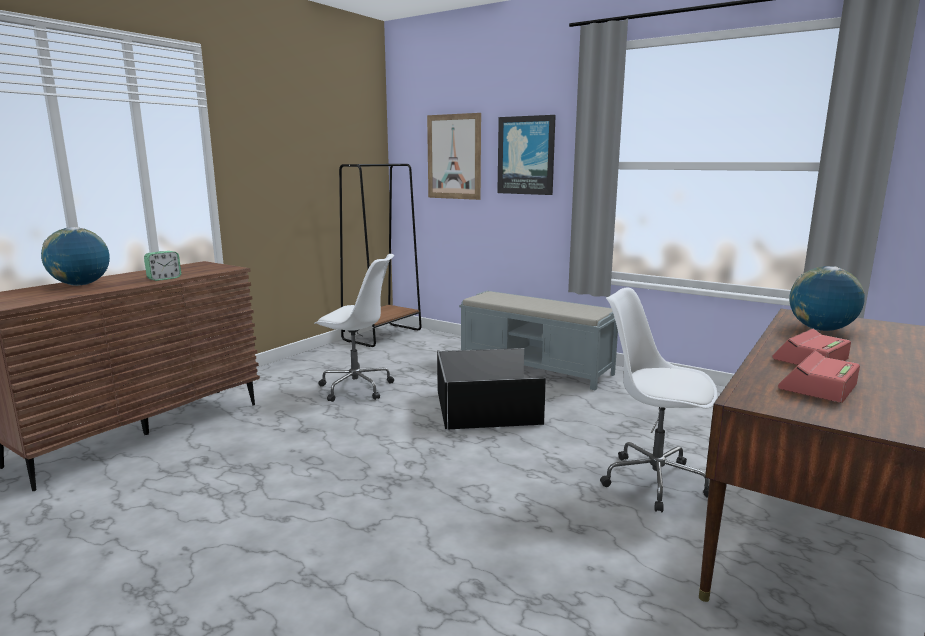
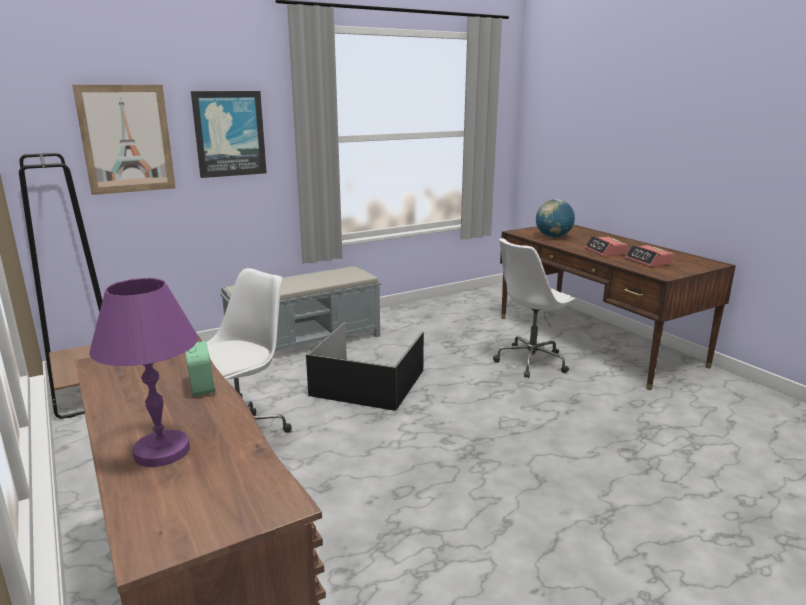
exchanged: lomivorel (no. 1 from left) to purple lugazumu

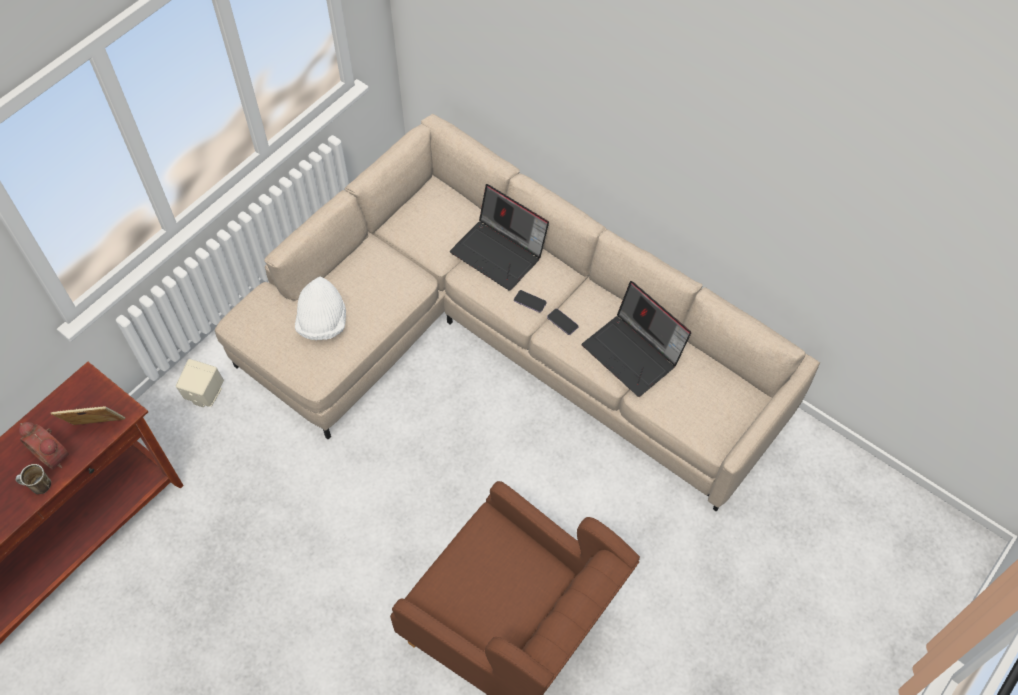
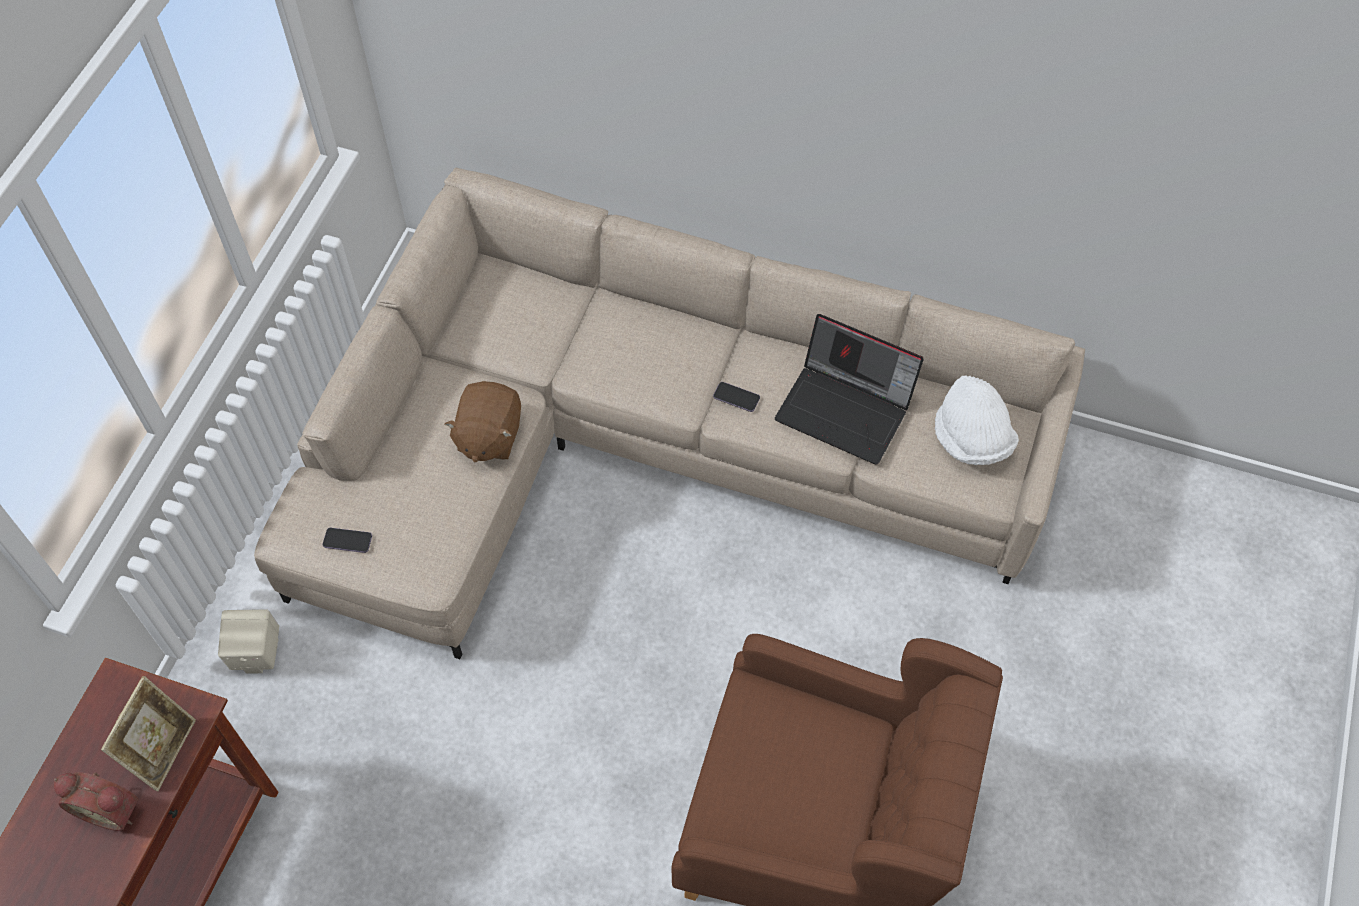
missing: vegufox; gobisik (no. 1 from left)
appeared: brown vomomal
relocated: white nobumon; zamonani (no. 1 from left)
spun: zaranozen 135 degrees clockwise

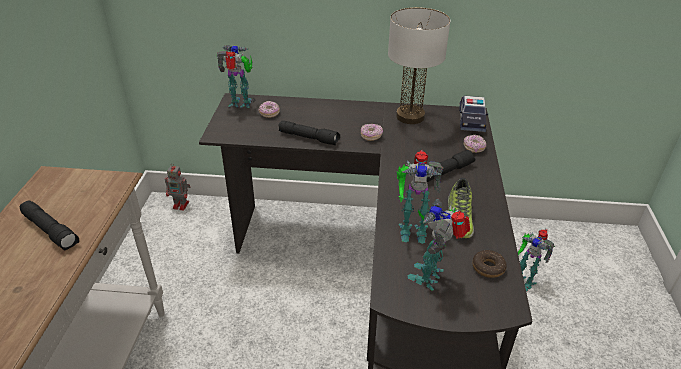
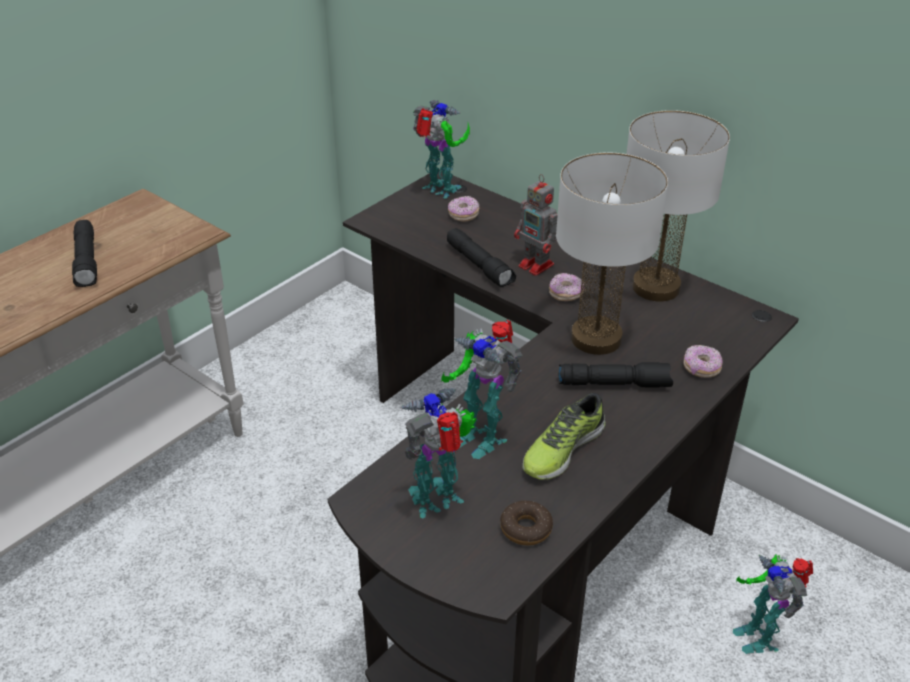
missing: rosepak
appeared: lugazumu (no. 1 from left)
relocated: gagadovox (no. 1 from left in the first image) to gagadovox (no. 4 from left)

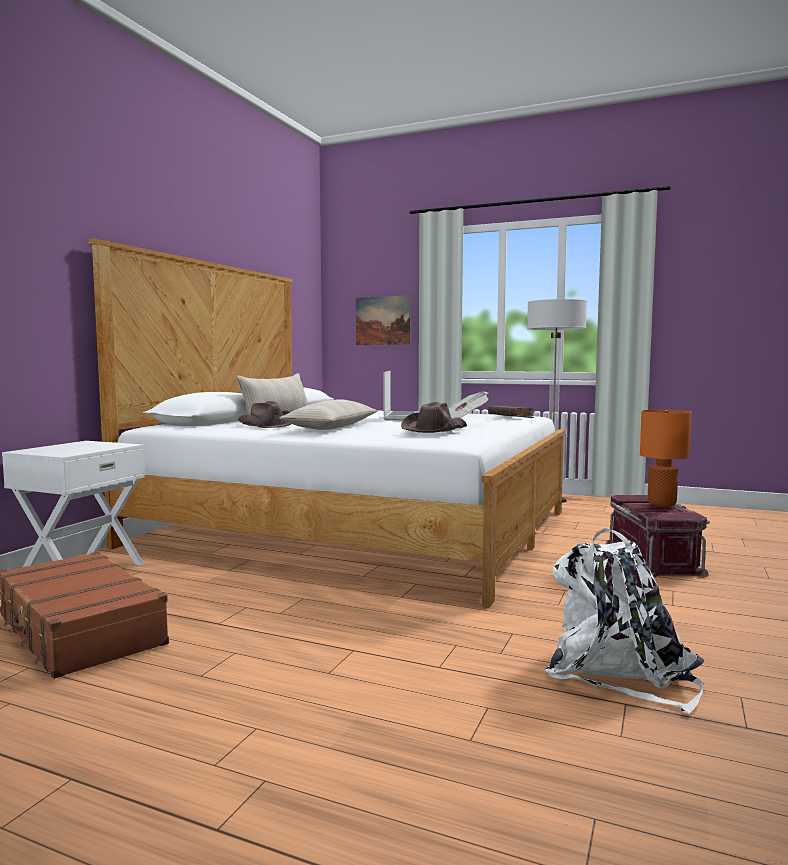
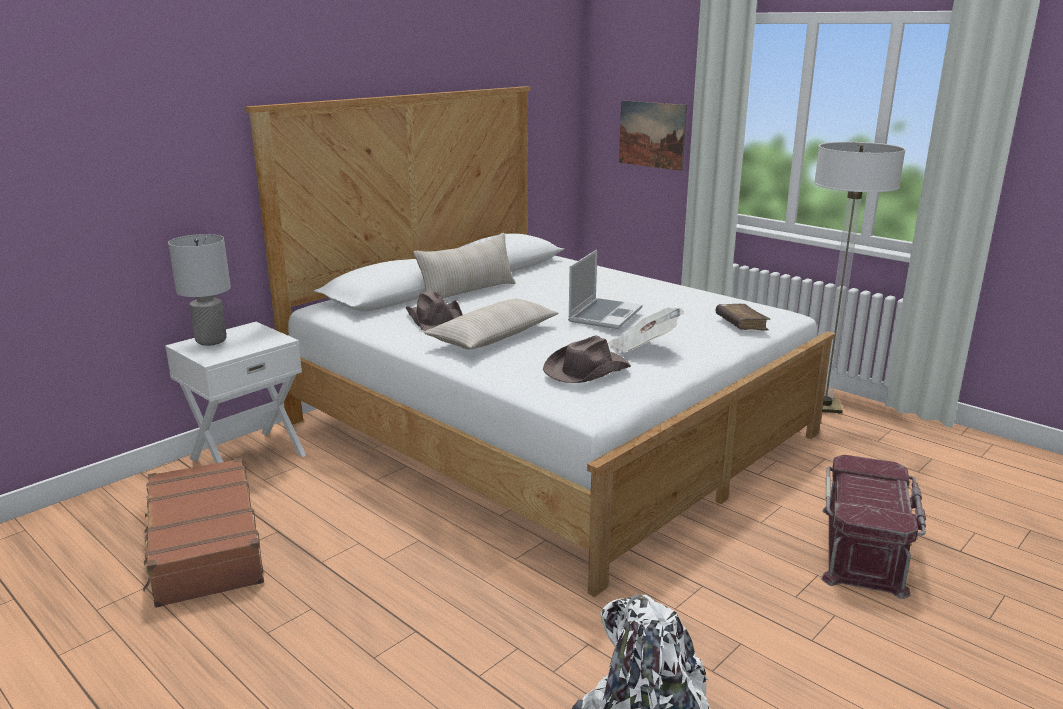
missing: orange lugazumu
appeared: grey lugazumu

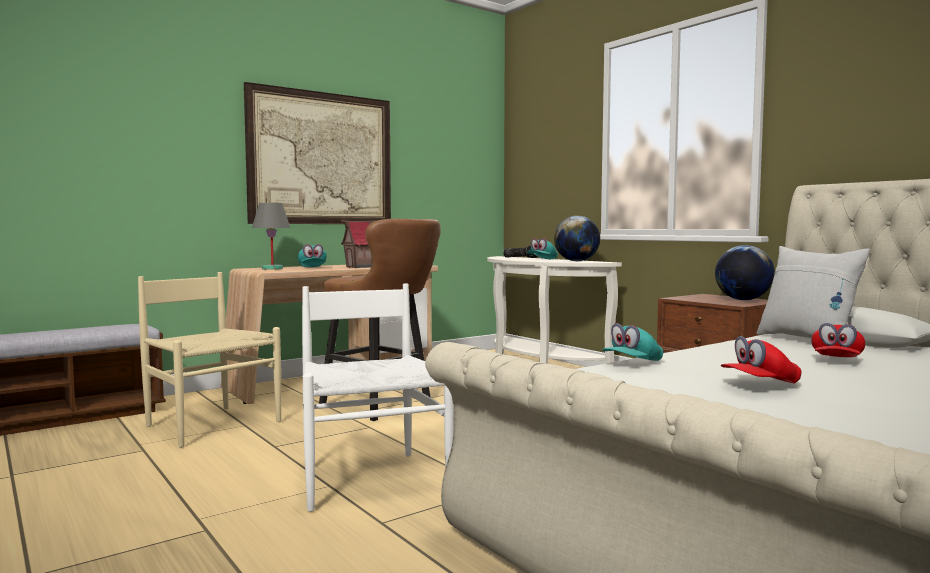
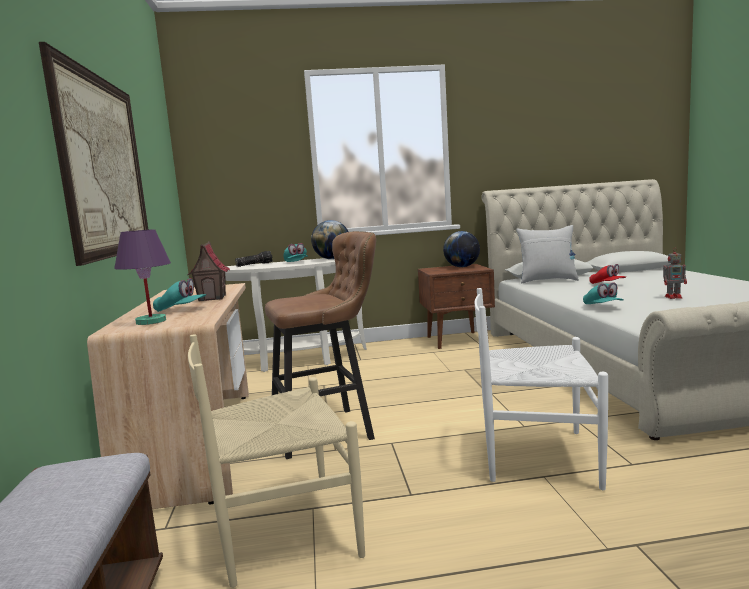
exchanged: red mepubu (no. 1 from left) to gagadovox
colour: grey lugazumu to purple lugazumu

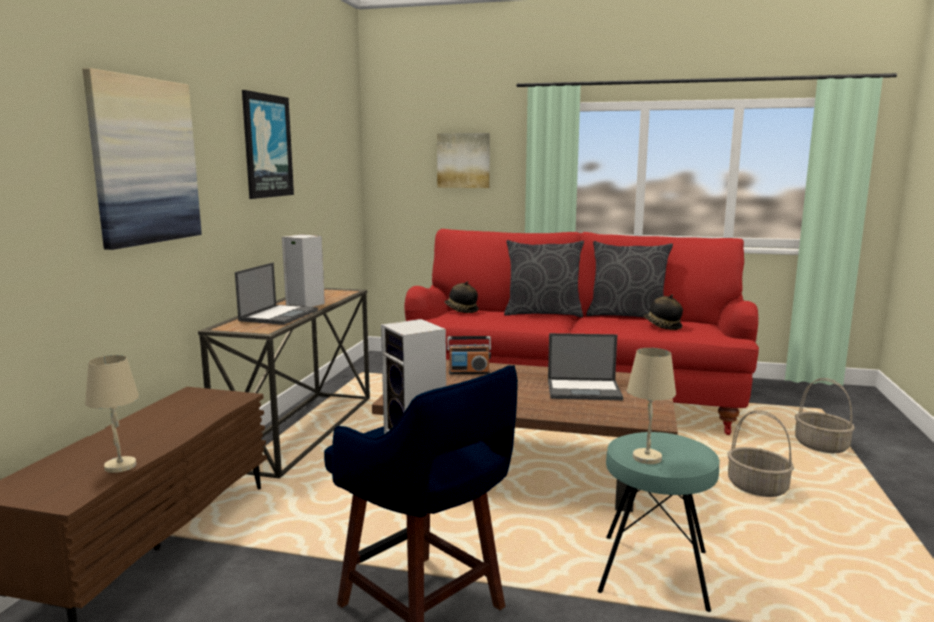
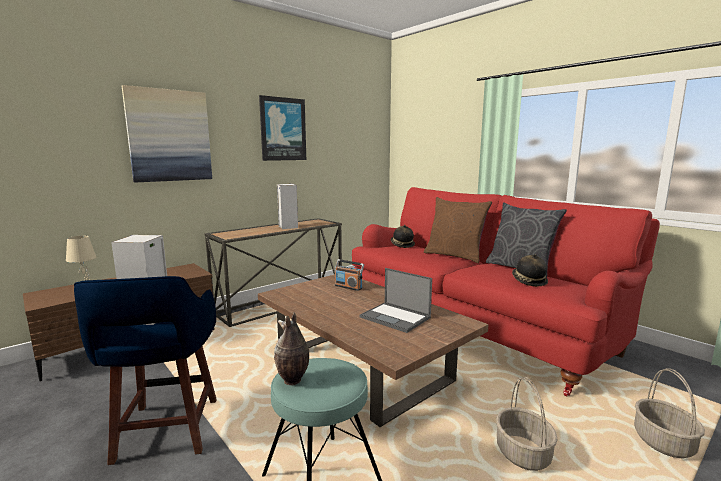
missing: gobisik (no. 1 from left); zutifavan (no. 3 from left)
exchanged: beige lugazumu (no. 2 from left) to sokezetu
colour: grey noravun (no. 1 from left) to brown noravun

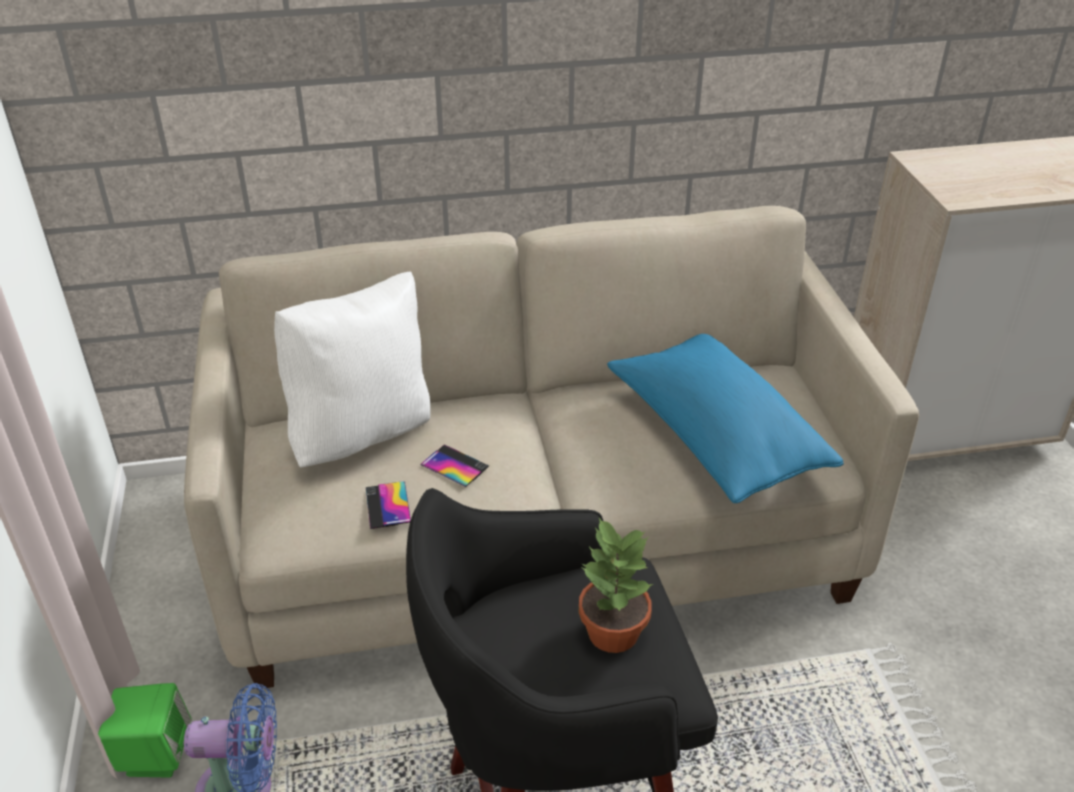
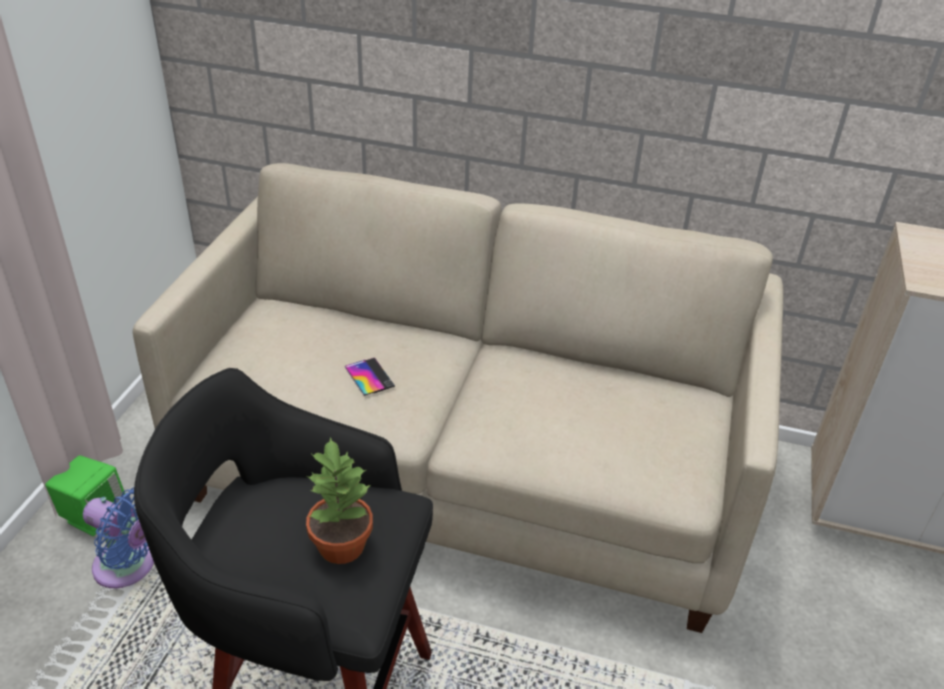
missing: white noravun; zamonani (no. 1 from left); blue noravun

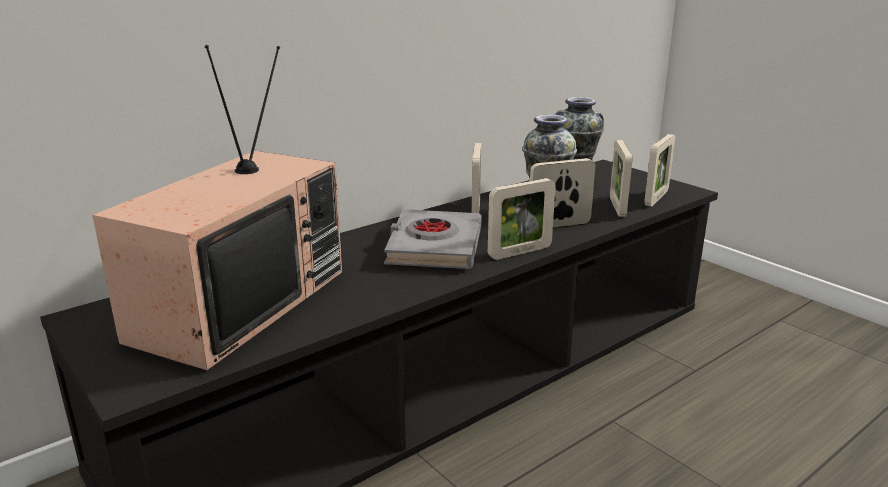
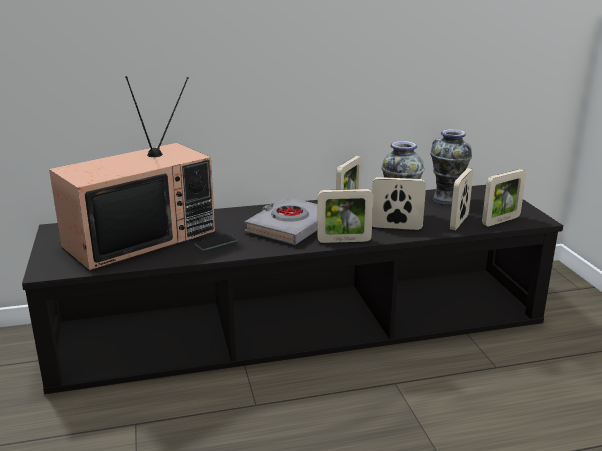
appeared: zamonani

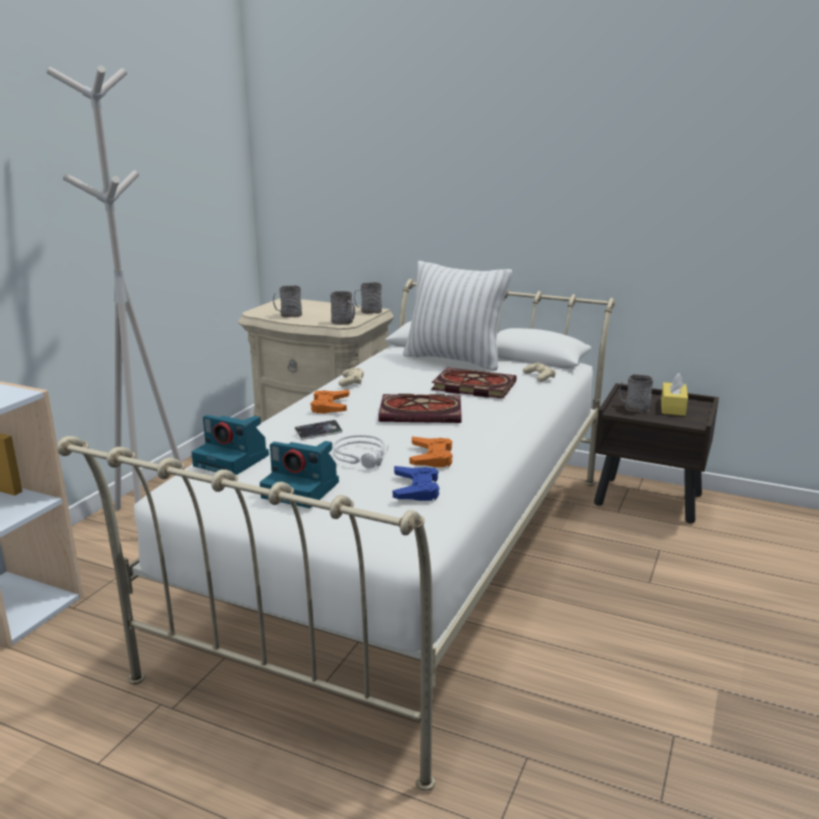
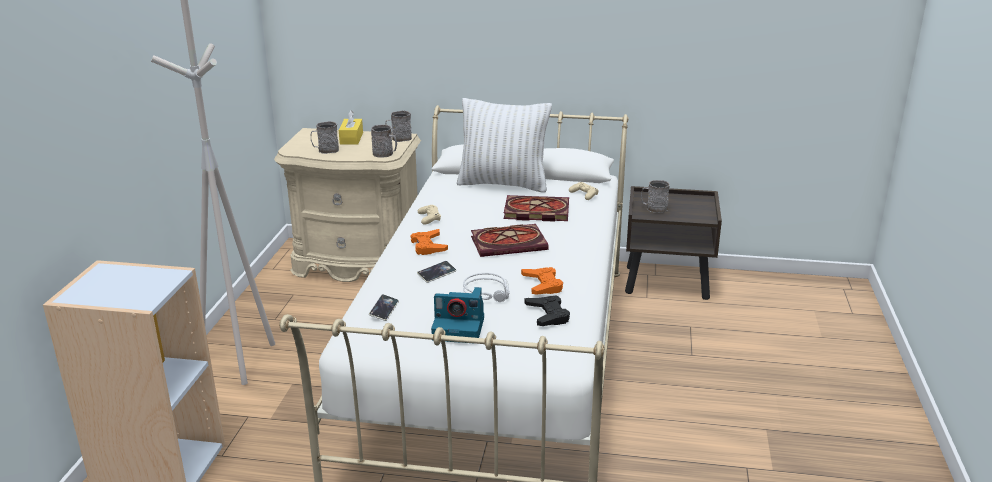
relocated: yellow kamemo
exchanged: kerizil (no. 1 from left) to zamonani (no. 1 from left)
colour: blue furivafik to black furivafik

